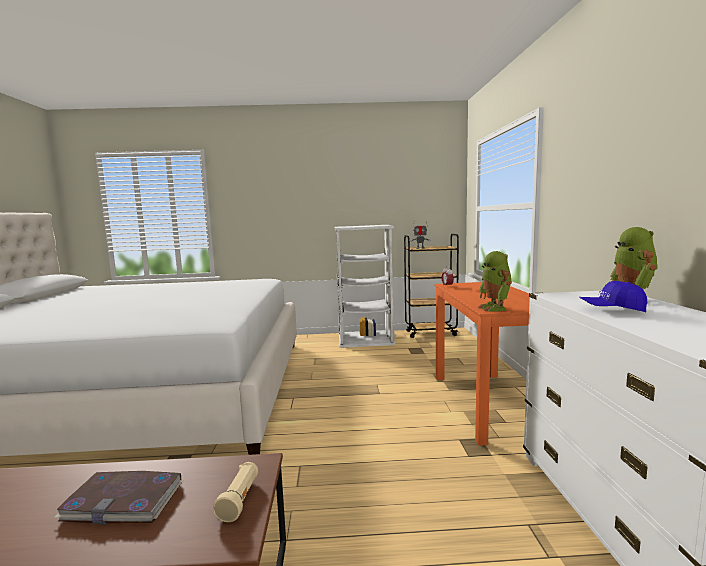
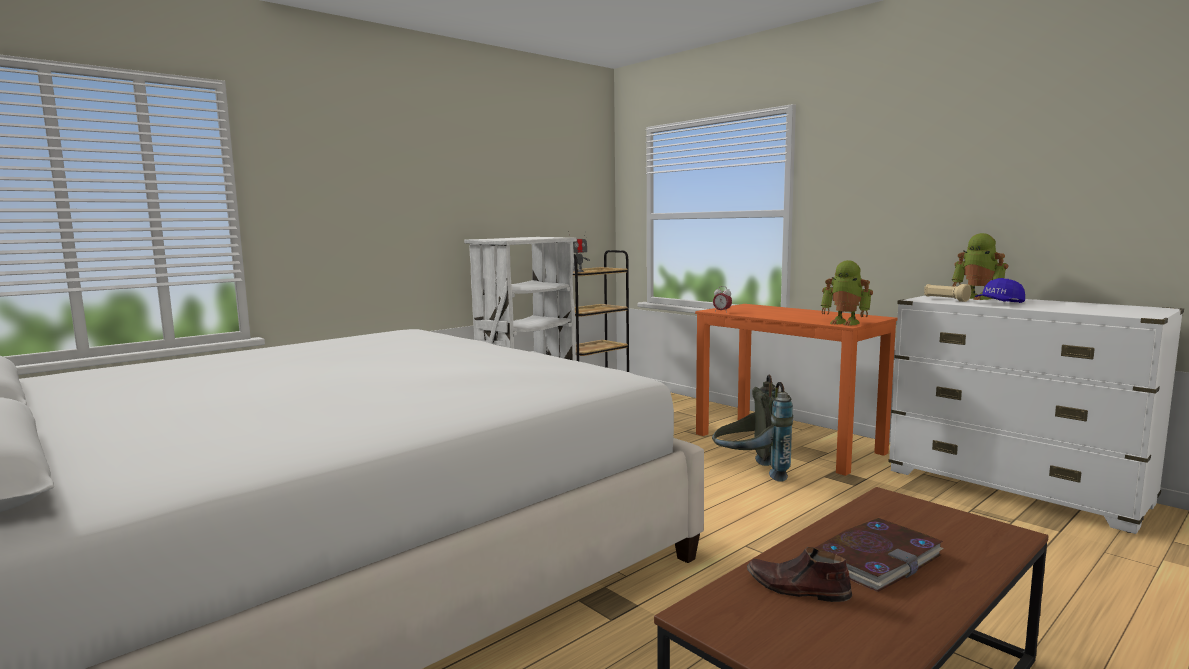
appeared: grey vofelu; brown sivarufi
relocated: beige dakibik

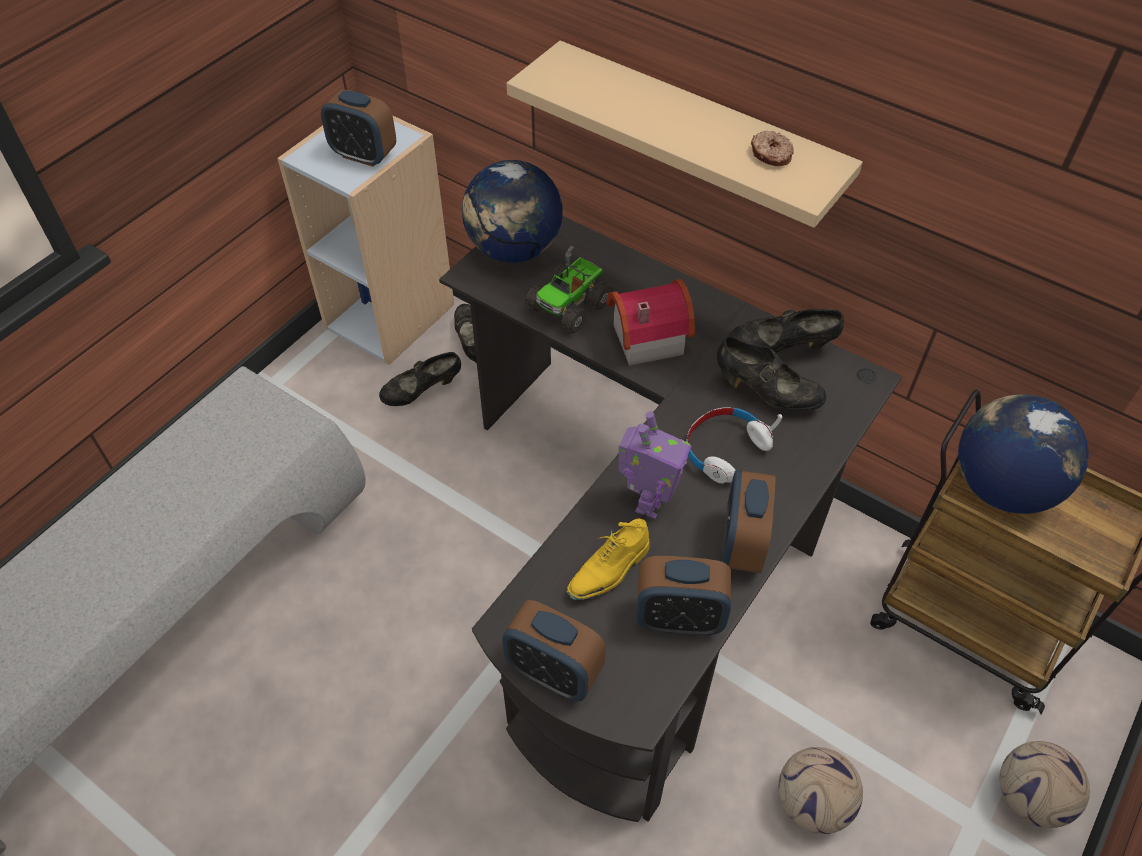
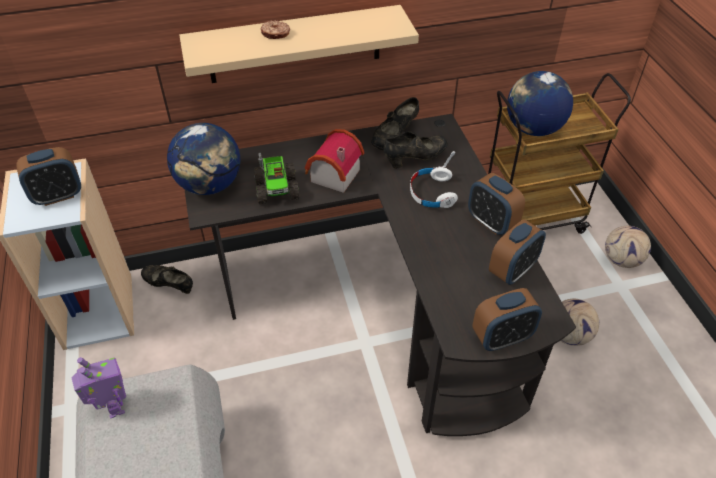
missing: black sivarufi (no. 1 from left); yellow sivarufi
relocated: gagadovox; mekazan

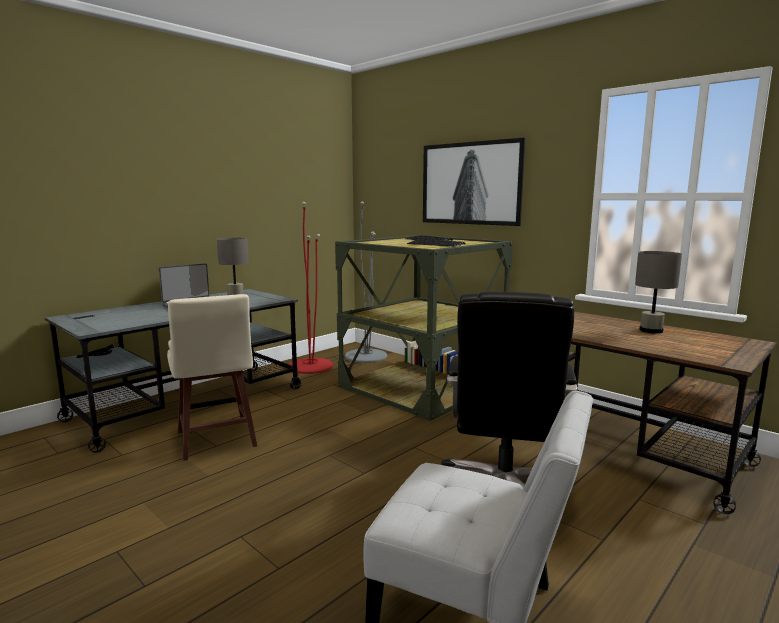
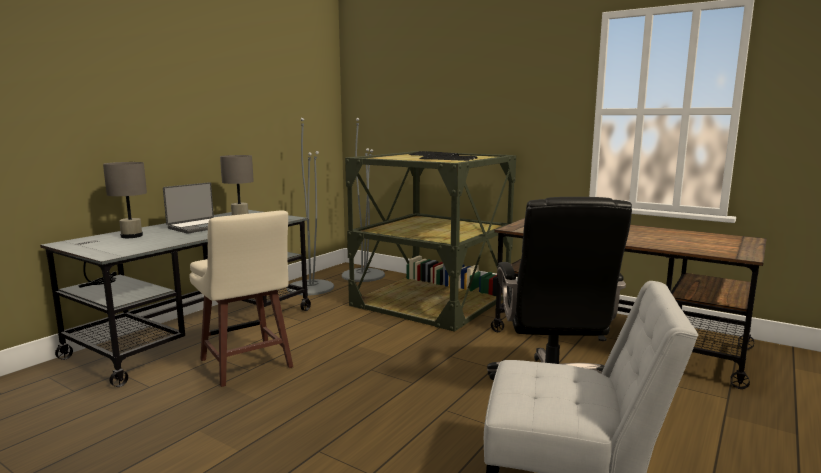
missing: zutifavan
relocated: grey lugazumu (no. 2 from left in the first image) to grey lugazumu (no. 1 from left)
colour: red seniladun to grey seniladun (no. 1 from left)

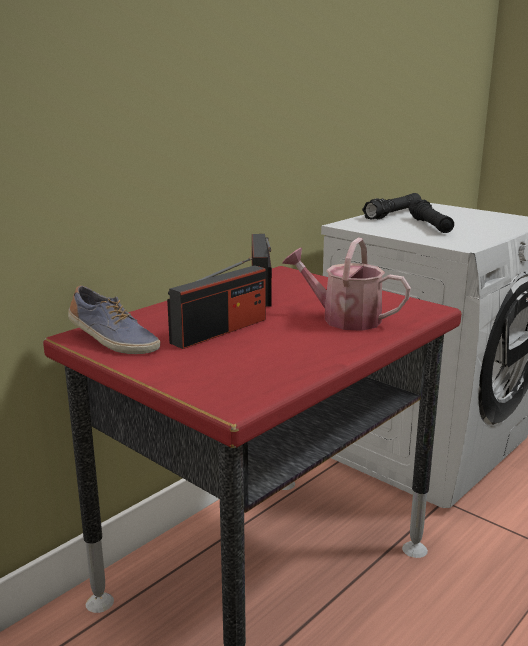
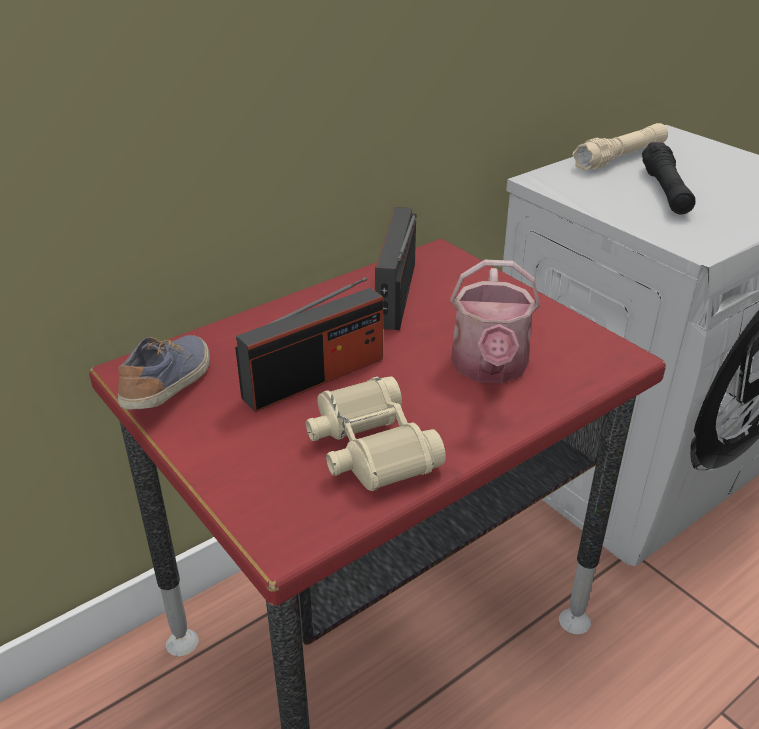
appeared: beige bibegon
colour: black dakibik (no. 1 from left) to beige dakibik
spun: sivarufi 120 degrees counterclockwise; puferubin 120 degrees counterclockwise

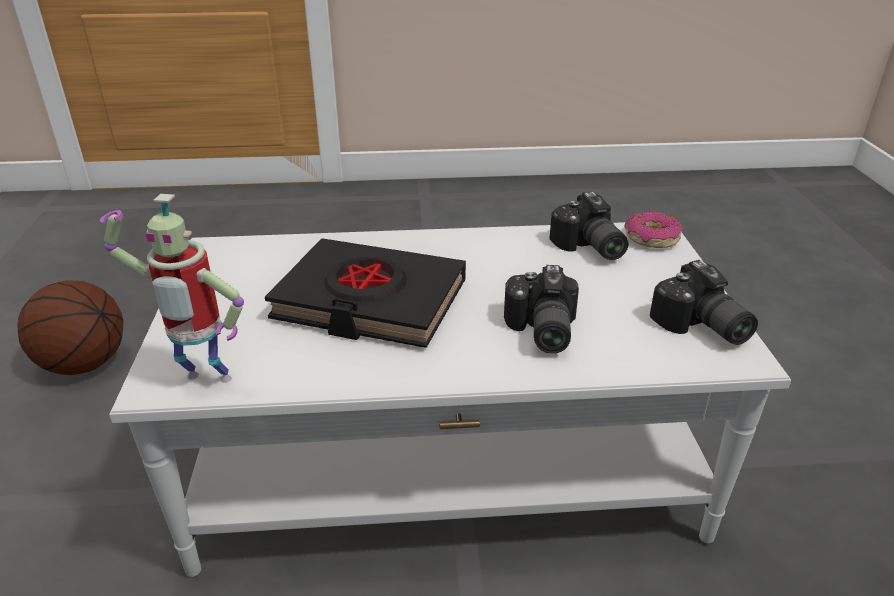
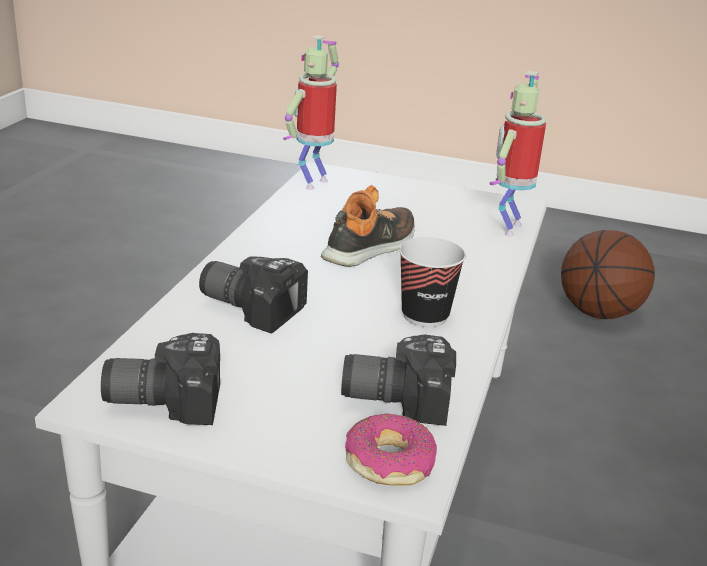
appeared: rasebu; gagadovox (no. 2 from left)
exchanged: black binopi to sivarufi

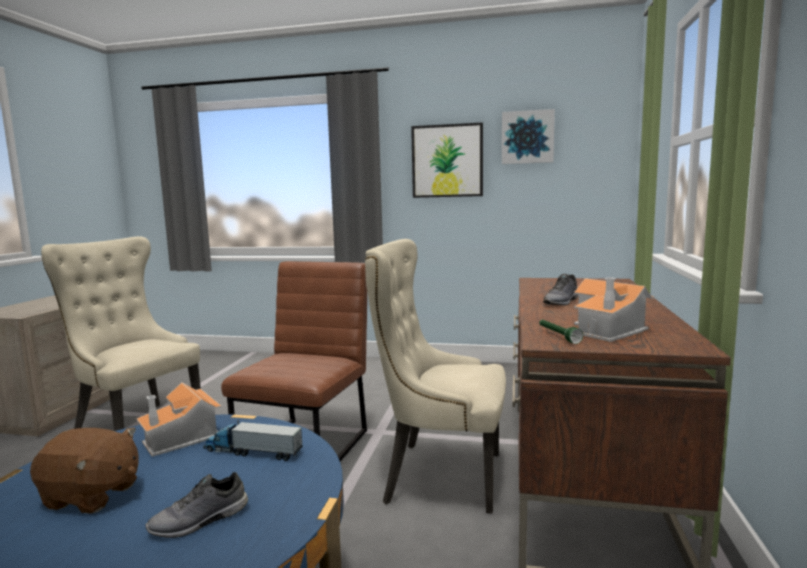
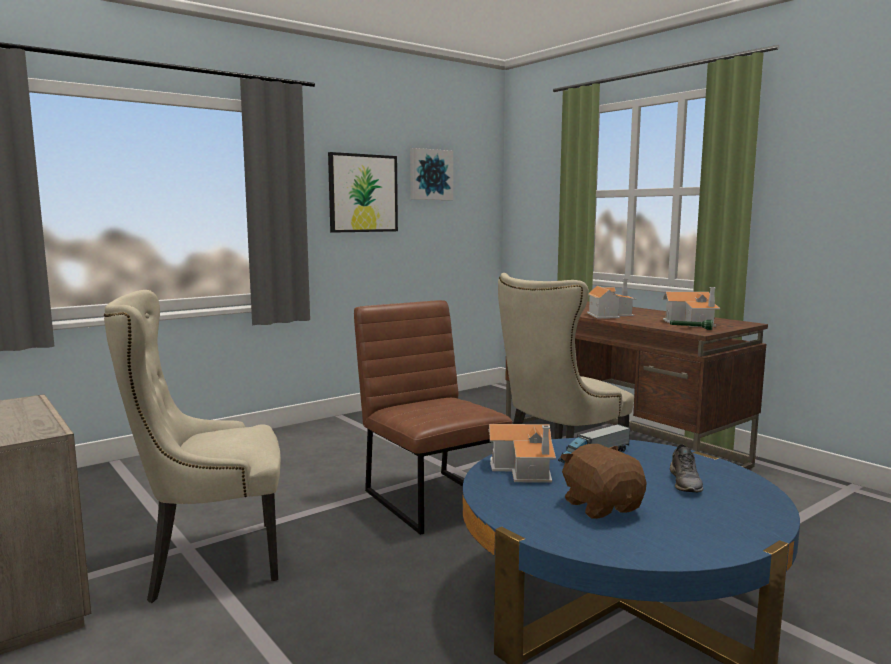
exchanged: grey sivarufi (no. 2 from left) to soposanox (no. 2 from left)
spun: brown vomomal 75 degrees counterclockwise

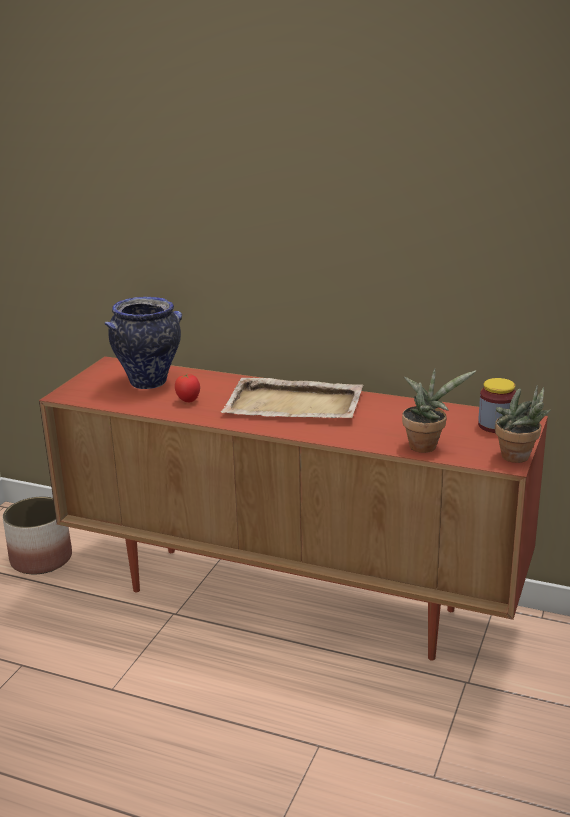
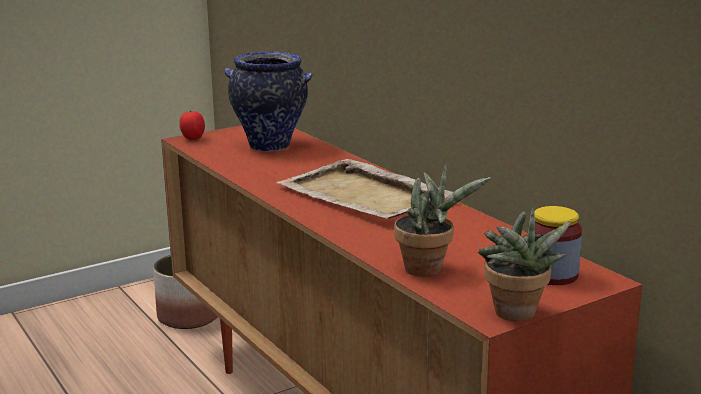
relocated: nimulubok

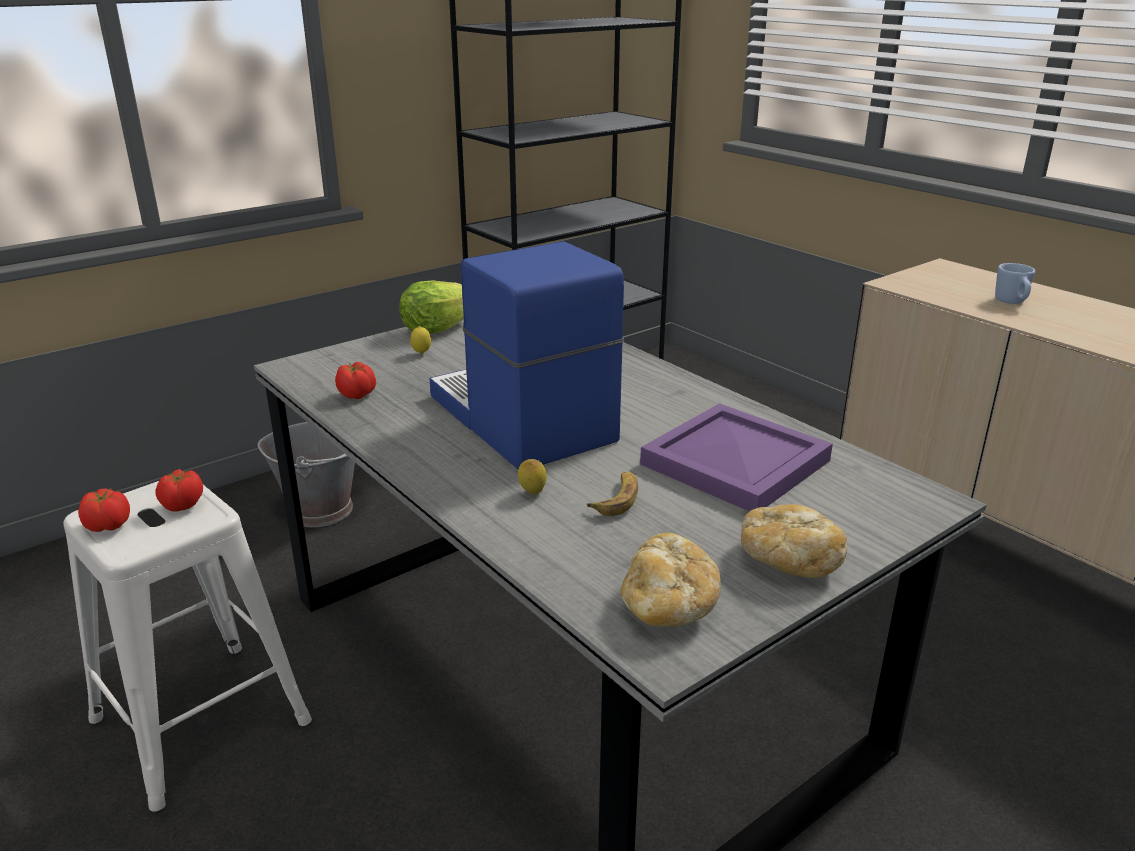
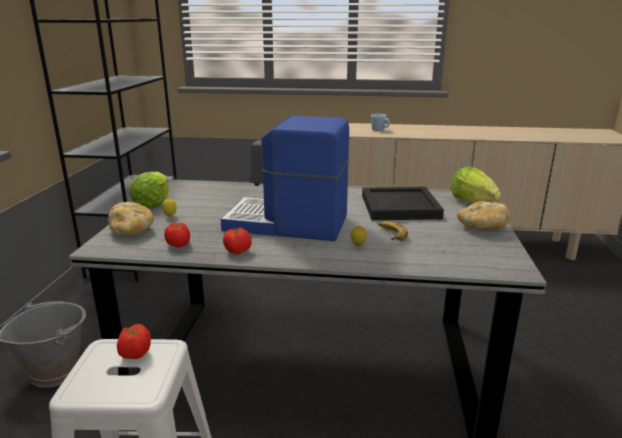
appeared: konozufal (no. 2 from left)
relocated: nimulubok (no. 1 from left in the first image) to nimulubok (no. 3 from left); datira (no. 1 from left)
colour: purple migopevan to black migopevan

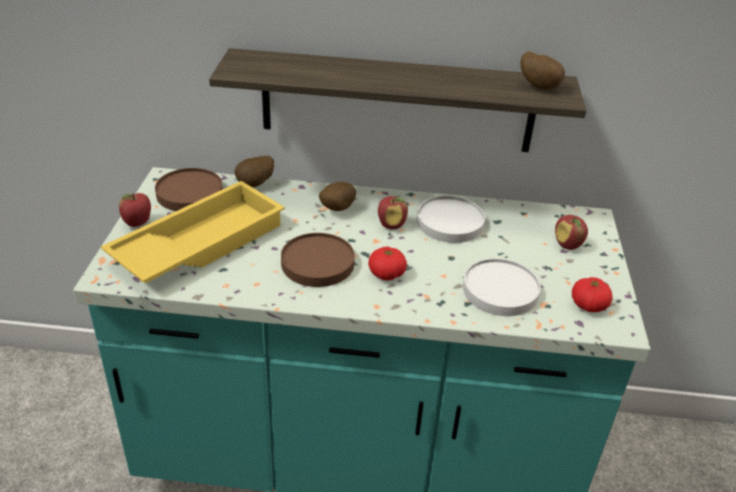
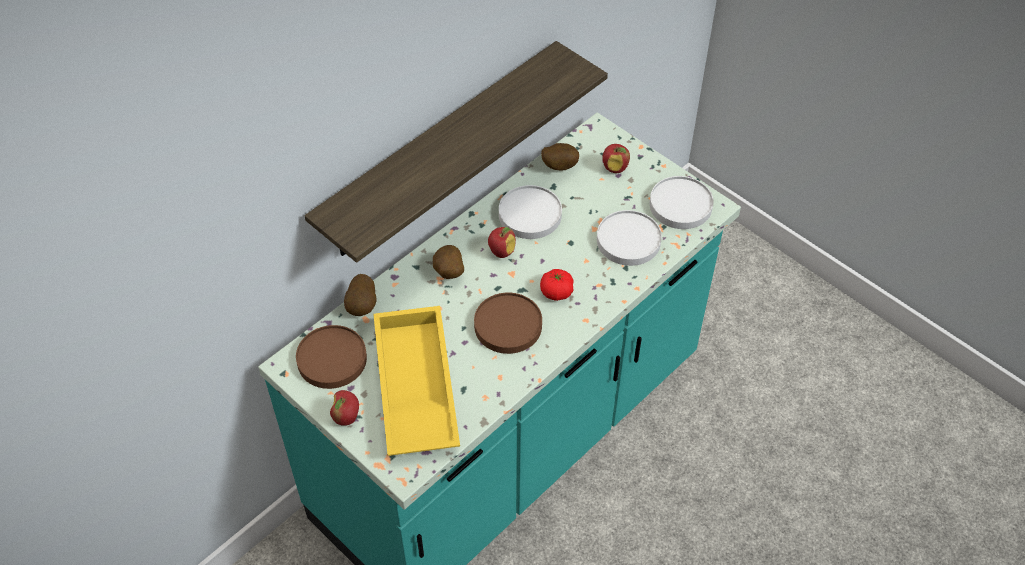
relocated: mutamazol (no. 3 from left)
exchanged: nimulubok (no. 2 from left) to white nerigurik (no. 3 from left)

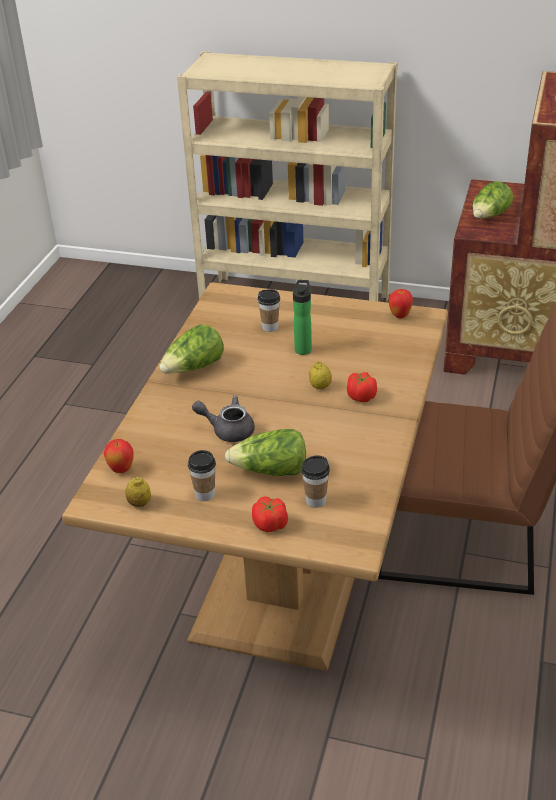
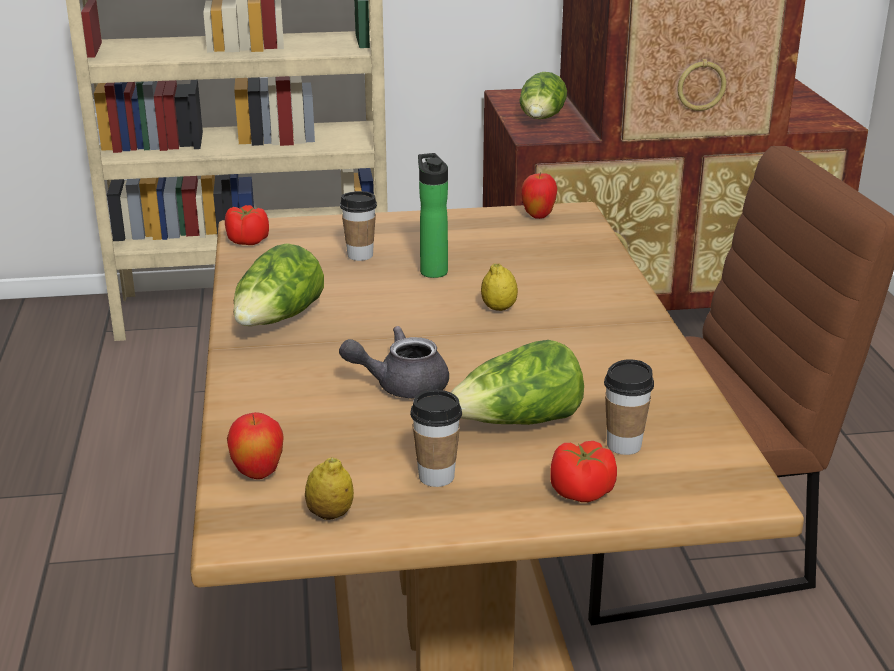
relocated: nimulubok (no. 2 from left in the first image) to nimulubok (no. 1 from left)

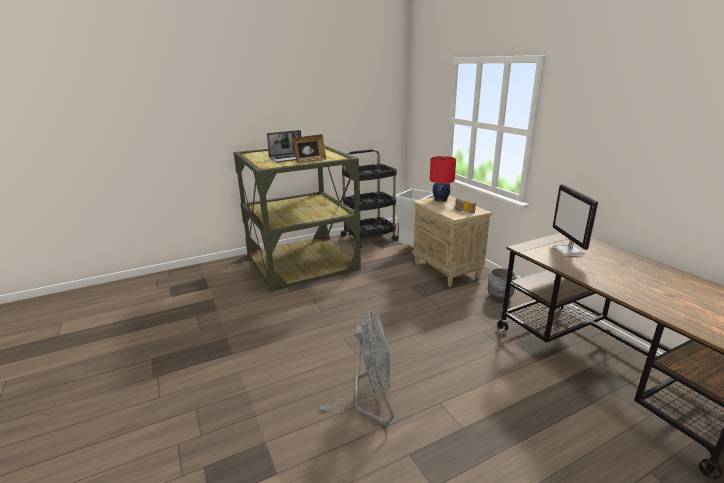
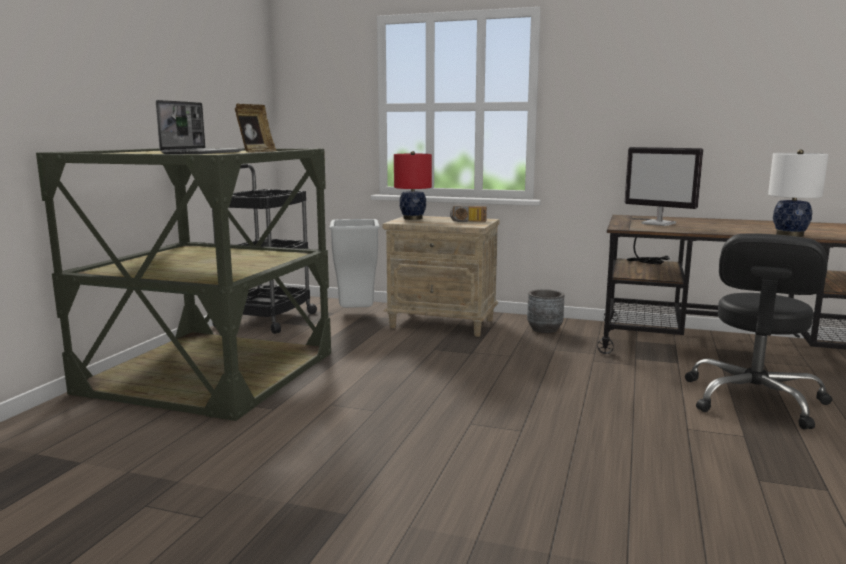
missing: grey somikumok
appeared: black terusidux; white lugazumu

